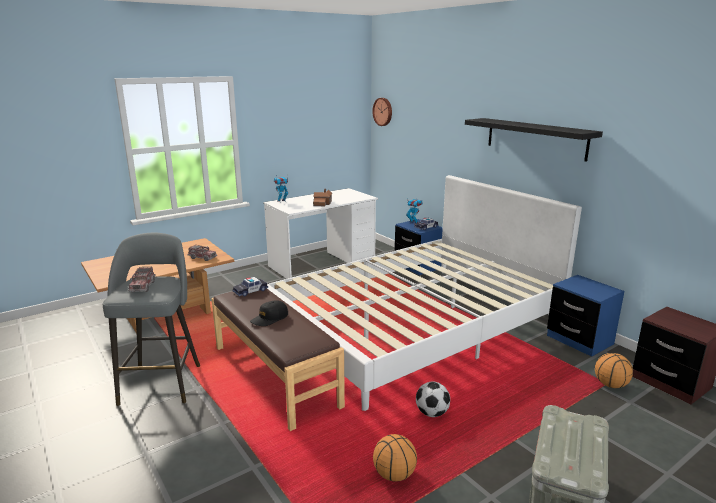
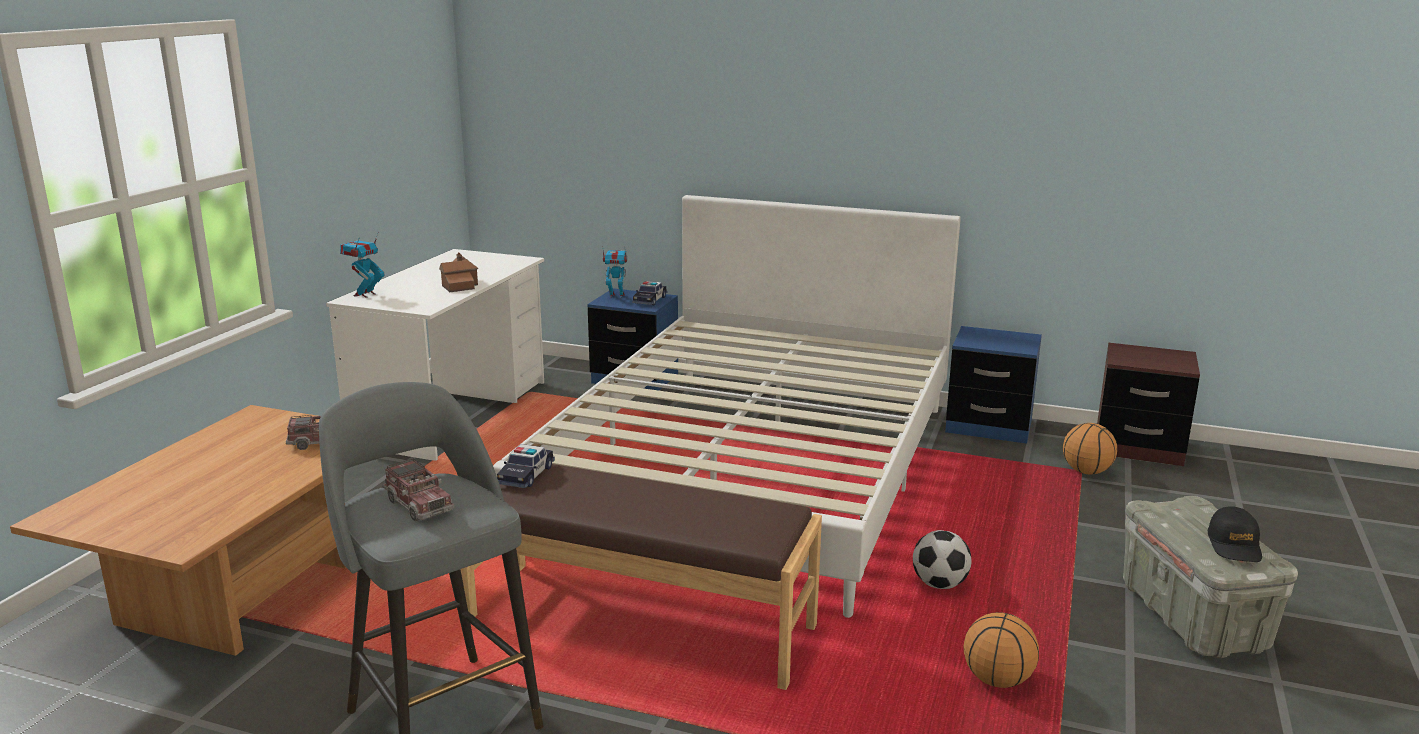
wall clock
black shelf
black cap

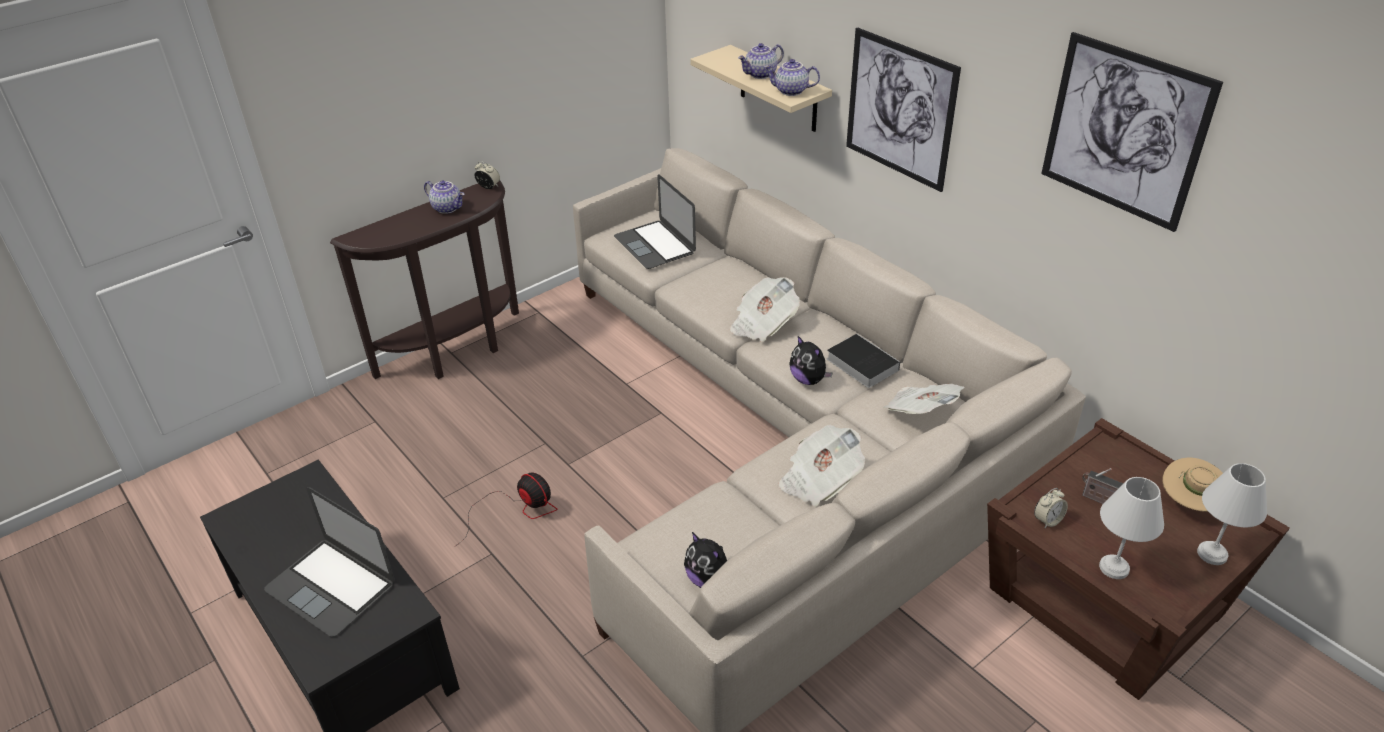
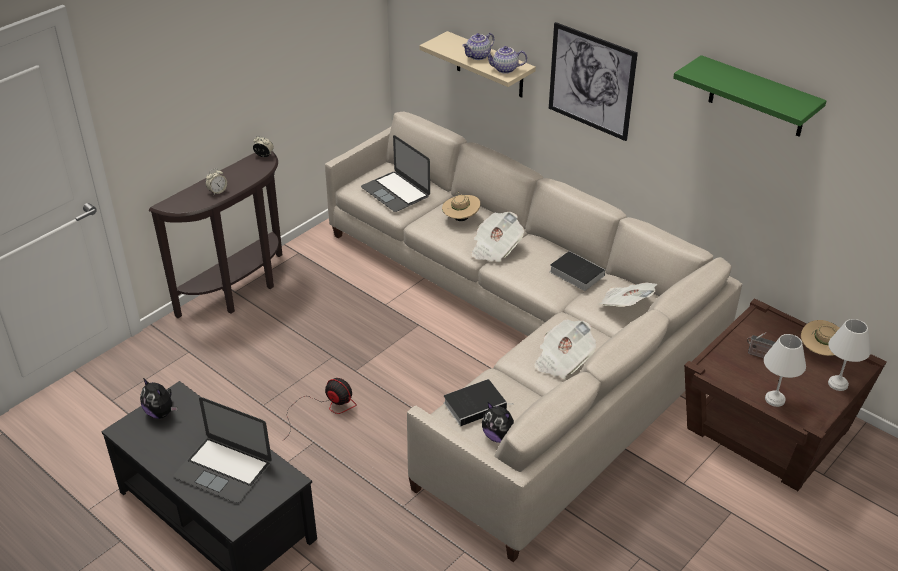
green shelf
teapot (no. 1 from left in the first image)
plush toy (no. 1 from left)
alarm clock (no. 1 from left)
beige hat (no. 1 from left)
book (no. 1 from left)

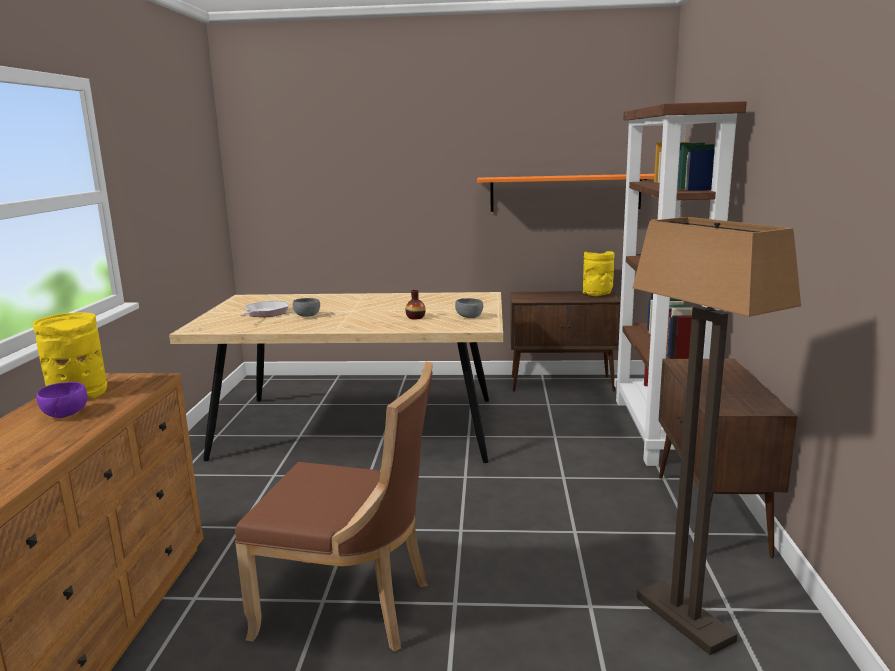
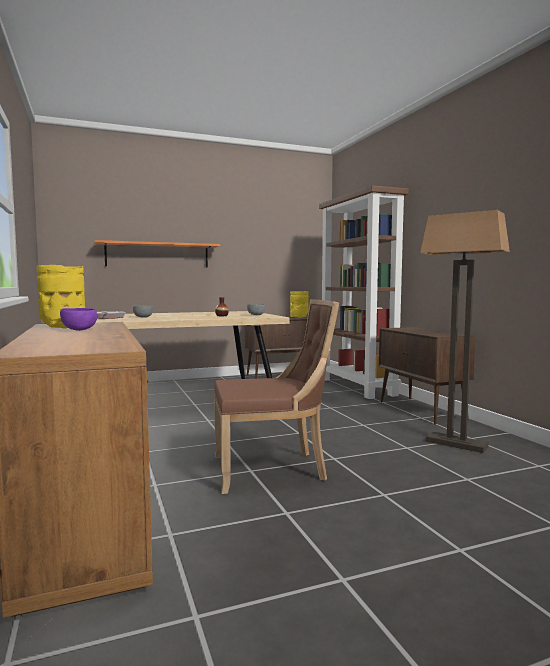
orange shelf

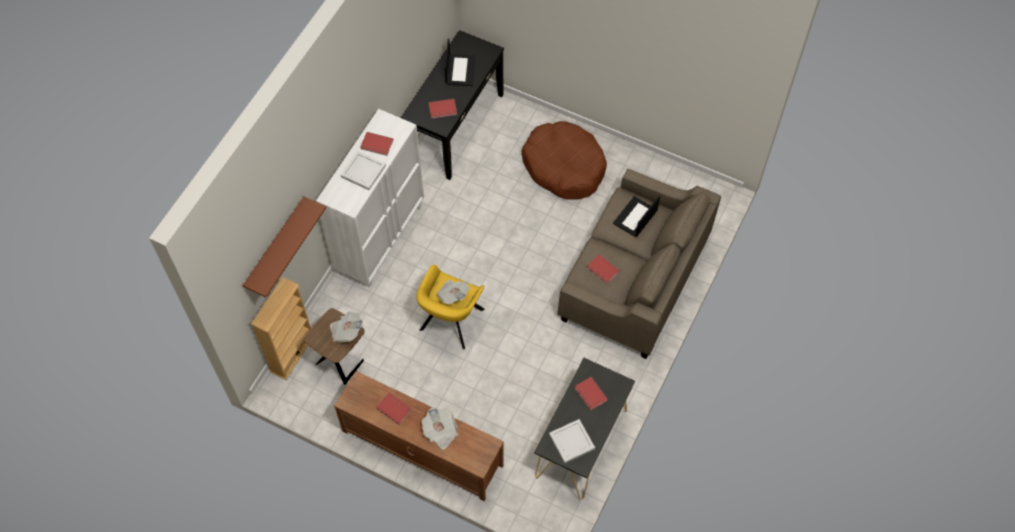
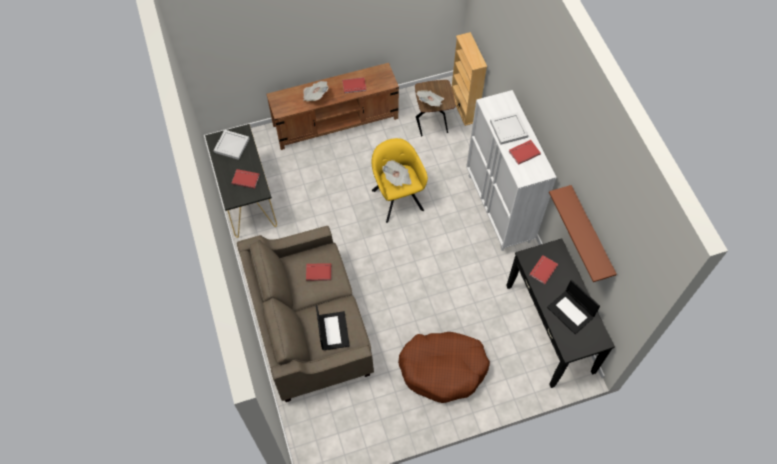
brown shelf

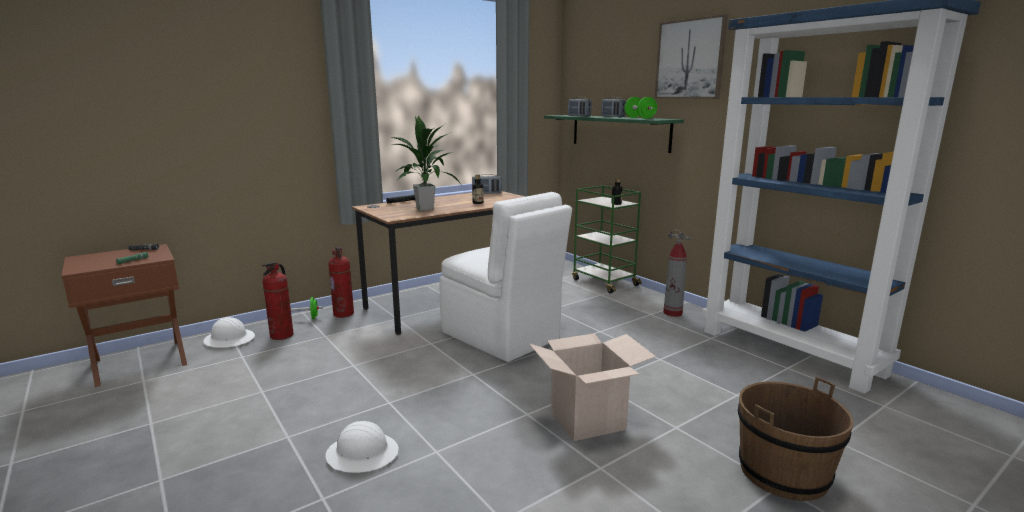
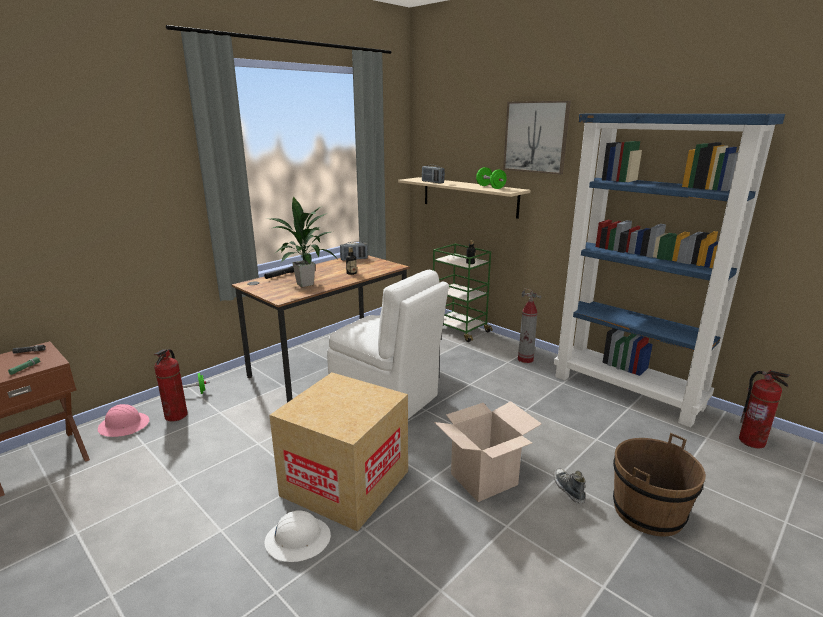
radio (no. 3 from left in the first image)
beige shelf
fire extinguisher (no. 3 from left)
pink hard hat
cardboard box (no. 1 from left)
shoe

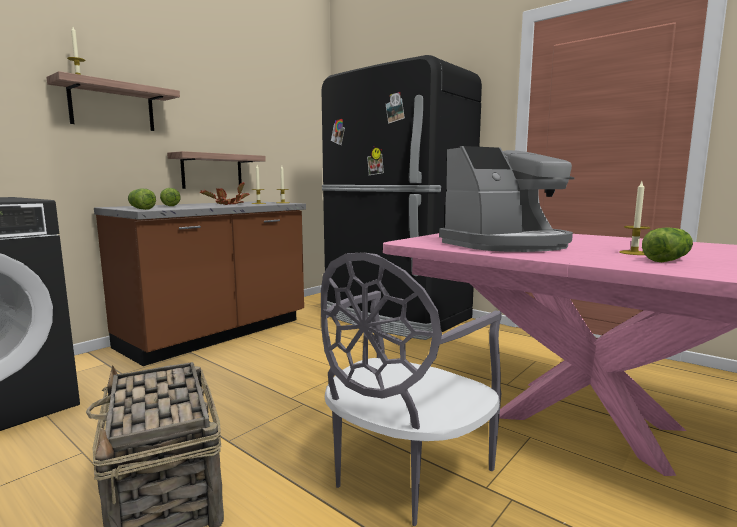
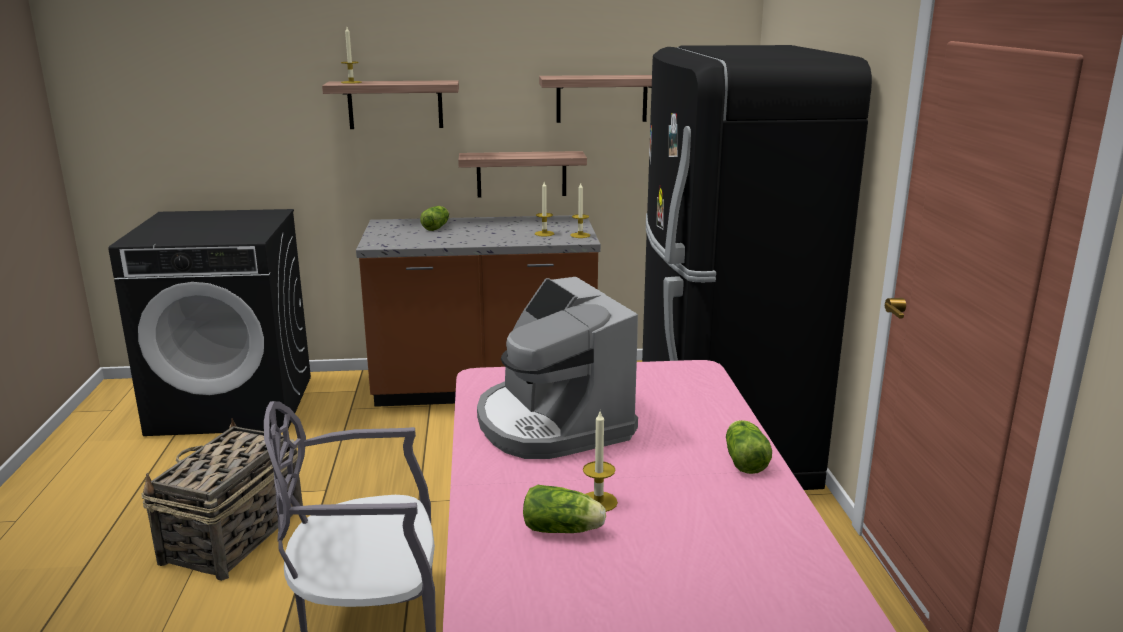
coffee machine
potted plant
lettuce (no. 3 from left)
shelf (no. 3 from left)

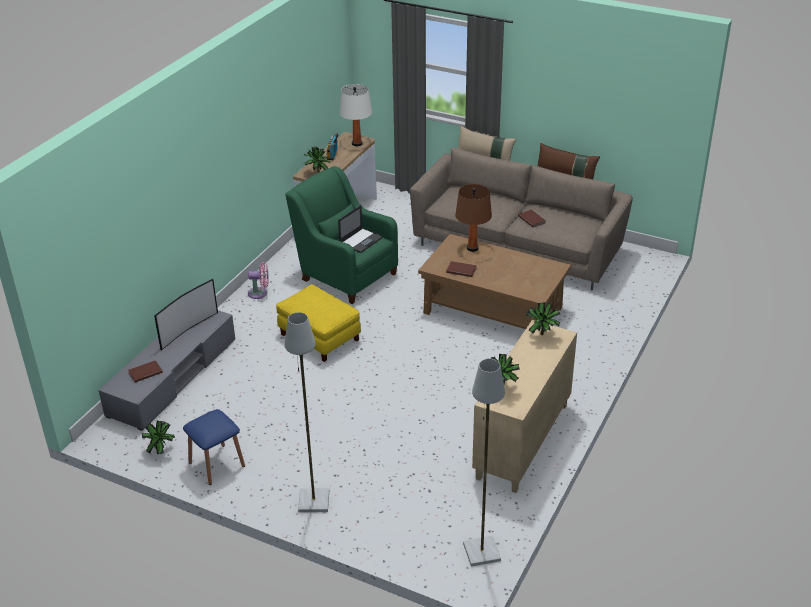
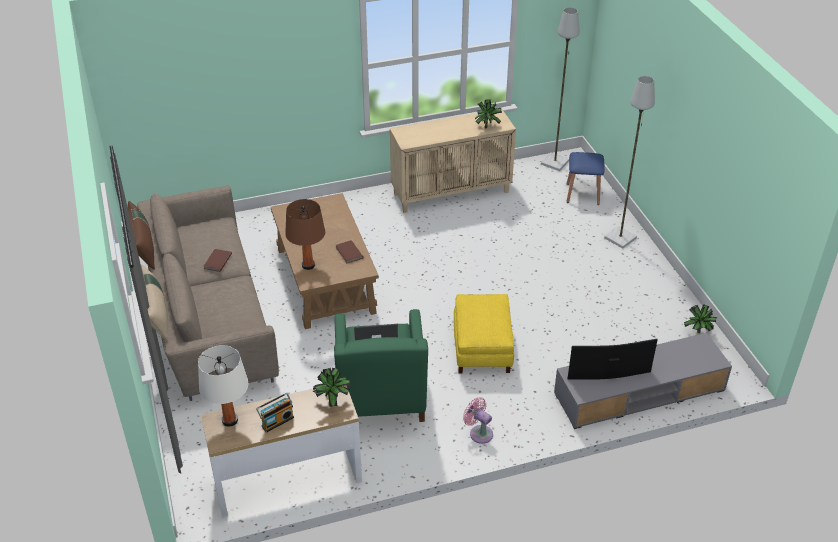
potted plant (no. 4 from left in the first image)
brown book (no. 1 from left in the first image)
blue stool

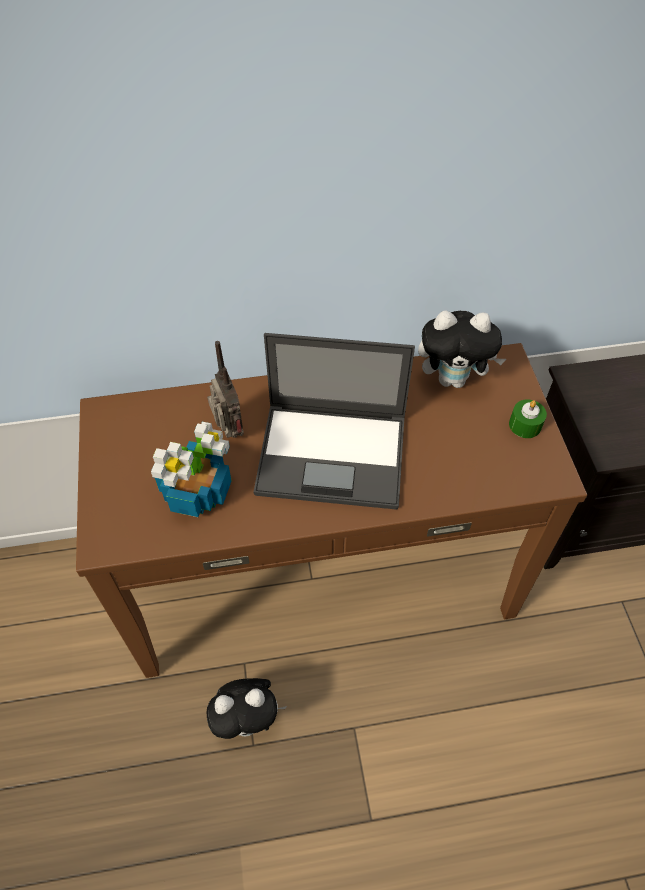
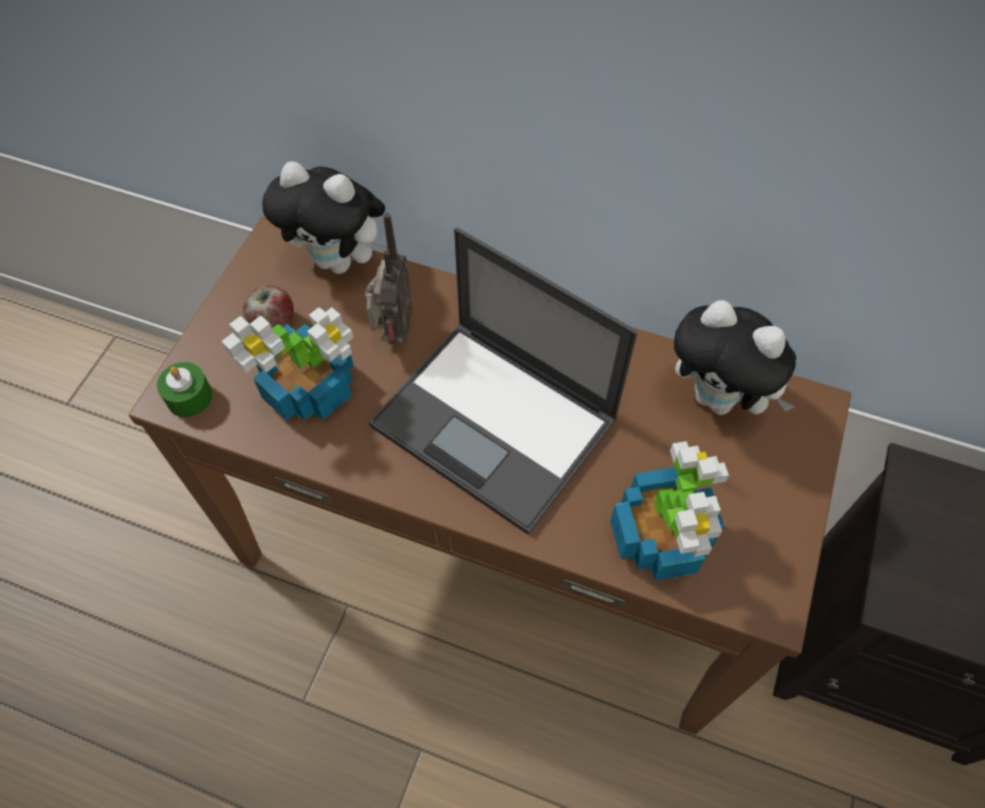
green candle
plush toy (no. 1 from left)
apple
potted plant (no. 2 from left)

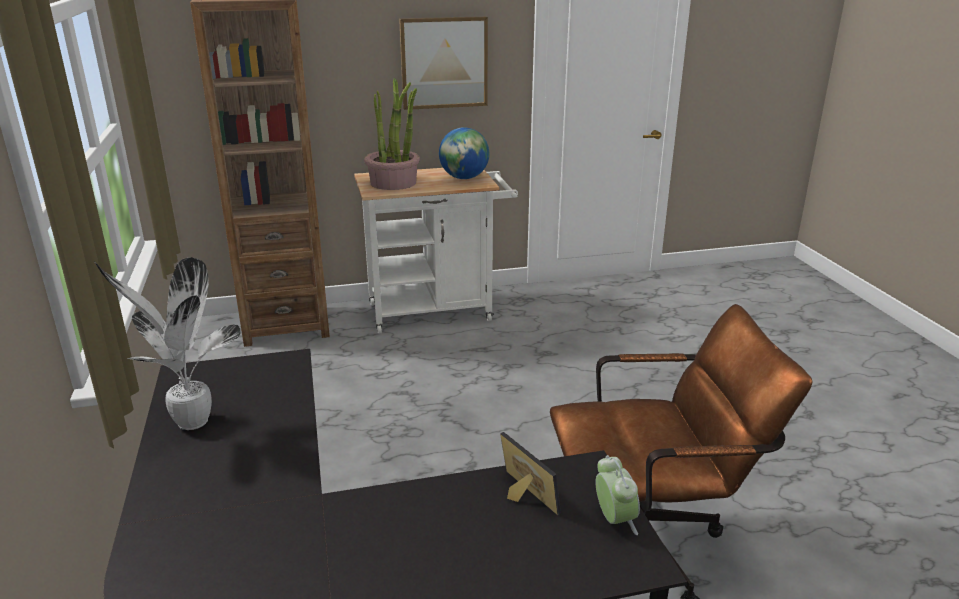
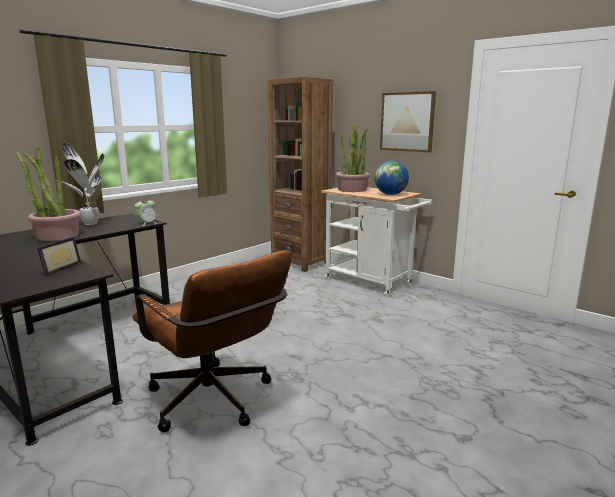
alarm clock
potted plant (no. 1 from left)

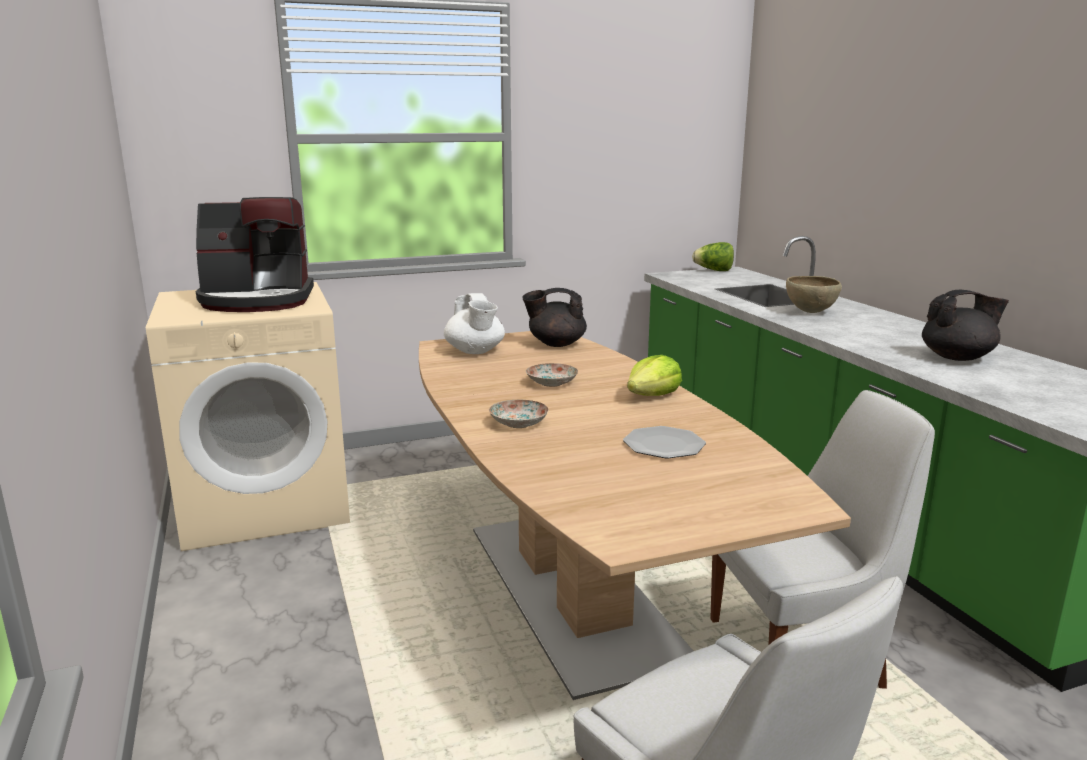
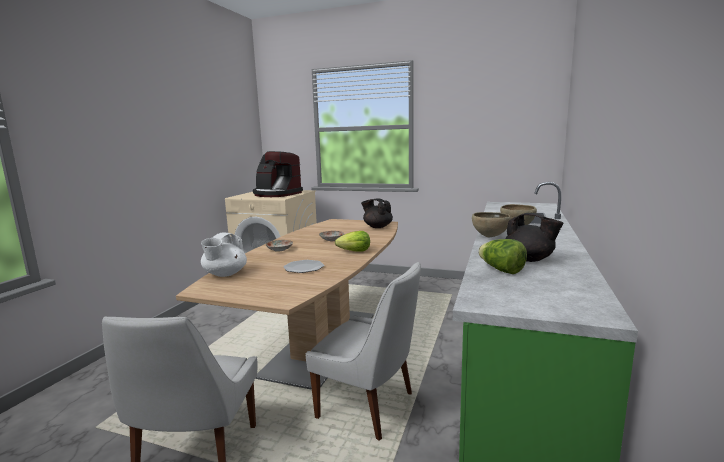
lettuce (no. 2 from left)
white teapot
brown bowl (no. 1 from left)

